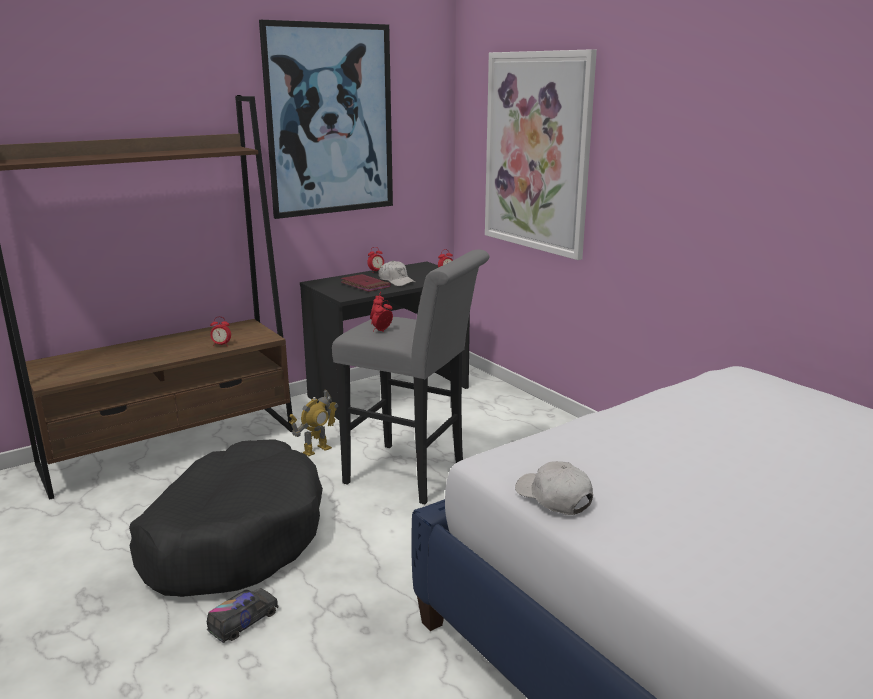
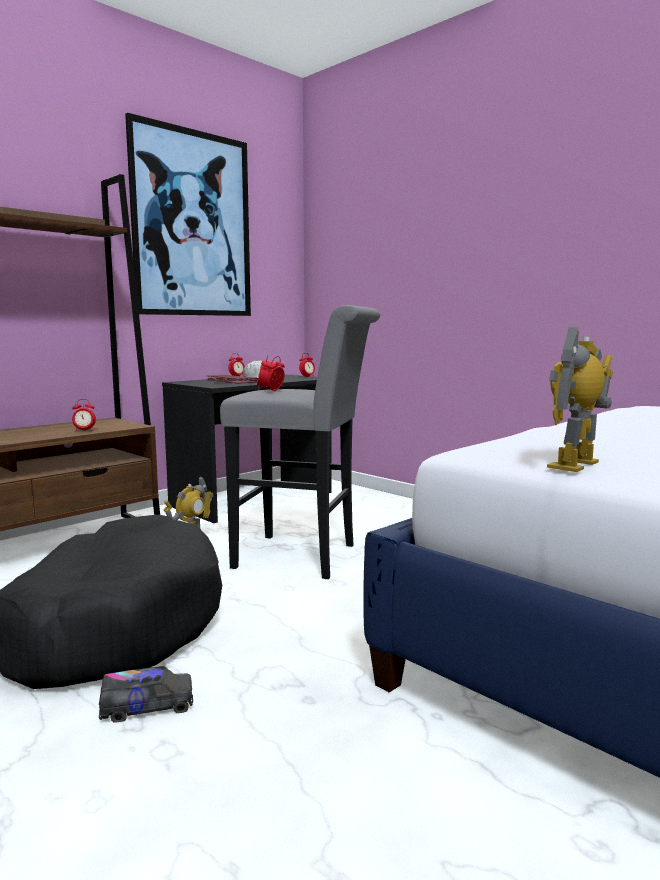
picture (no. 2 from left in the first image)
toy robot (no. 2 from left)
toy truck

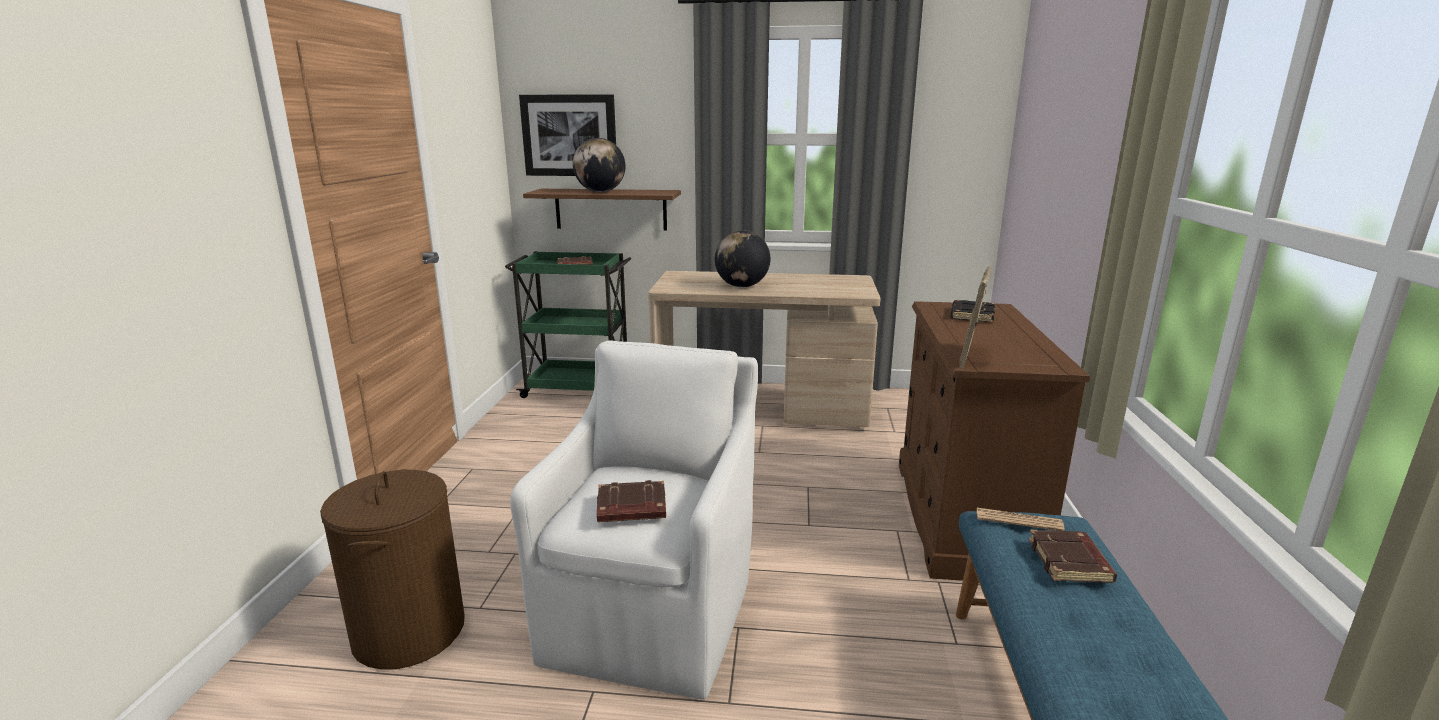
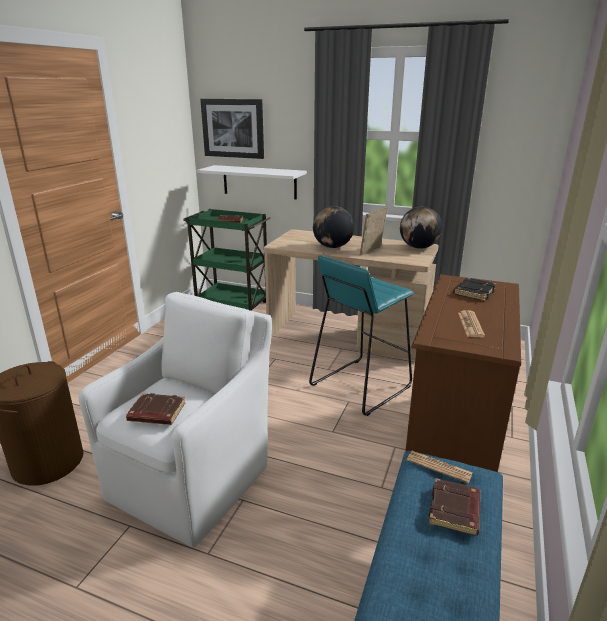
globe (no. 2 from left)
white shelf
picture frame
turquoise stool
newspaper (no. 2 from left)

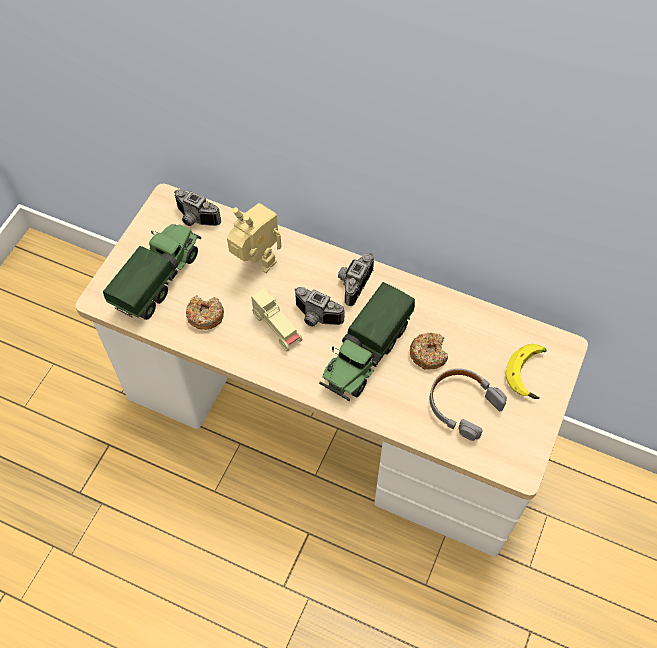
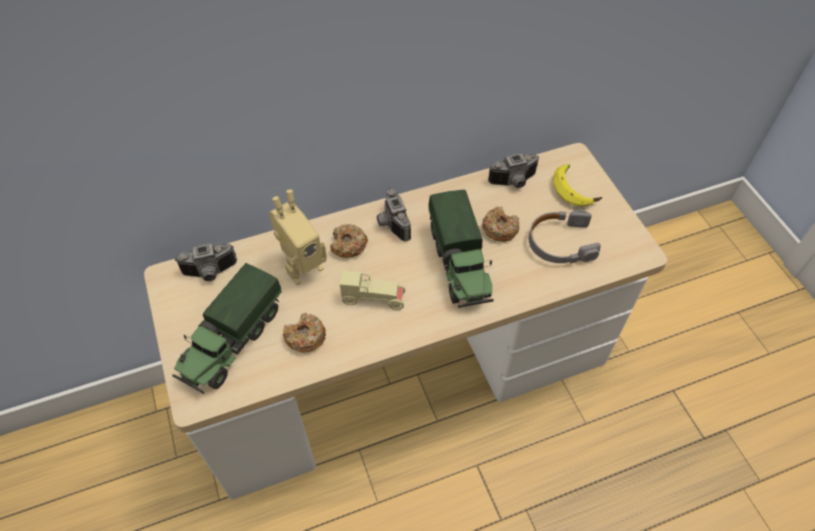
toy robot
toy truck (no. 1 from left)
photo camera (no. 3 from left)
donut (no. 2 from left)

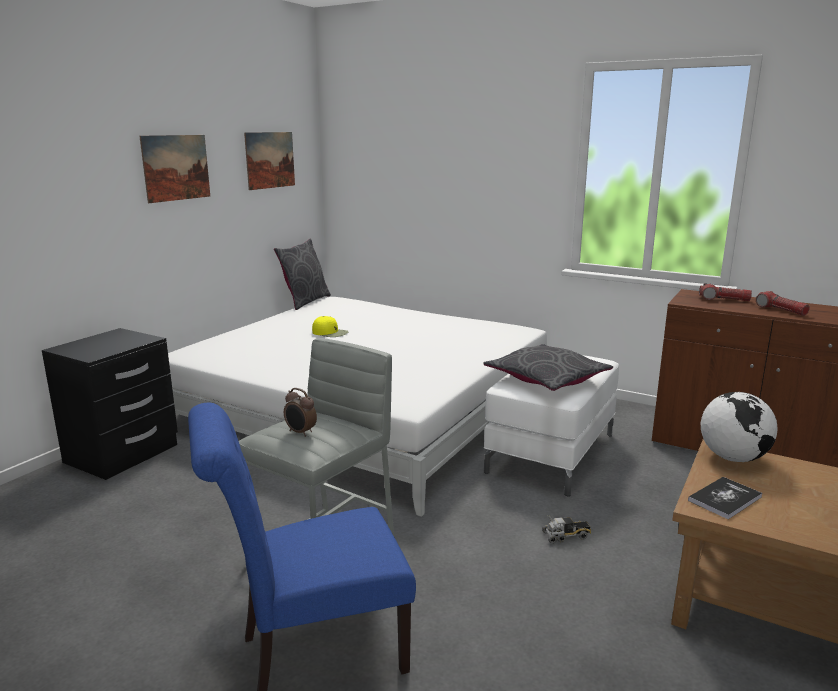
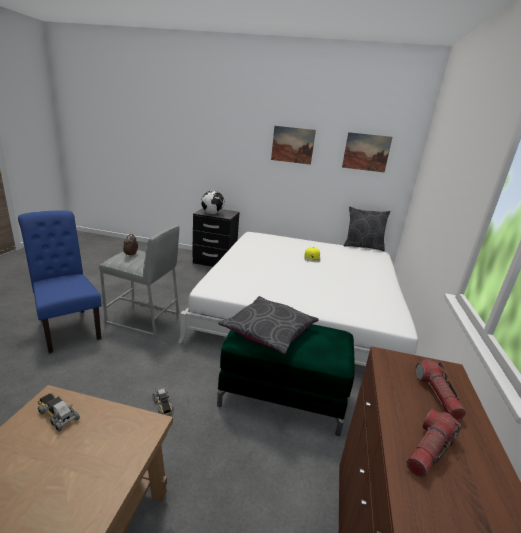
green ottoman
globe
toy truck (no. 1 from left)

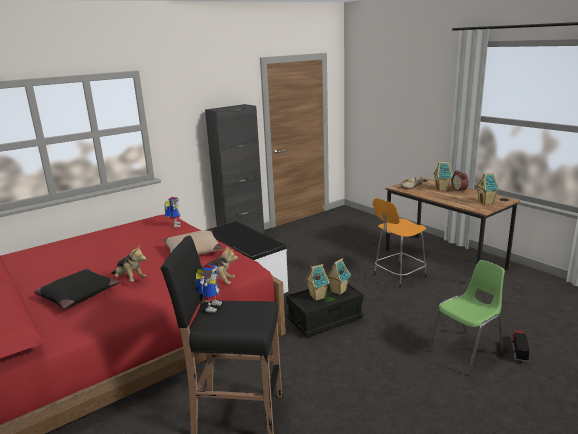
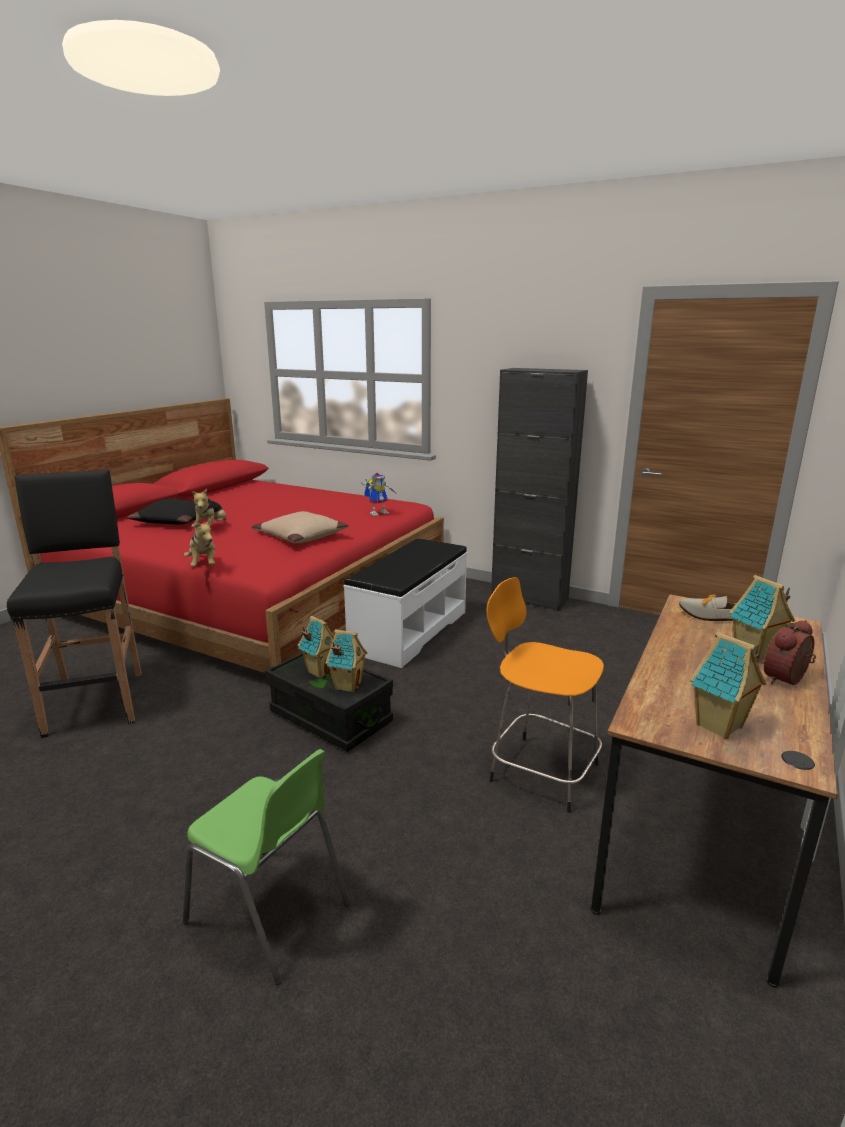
toy robot (no. 2 from left in the first image)
toy truck

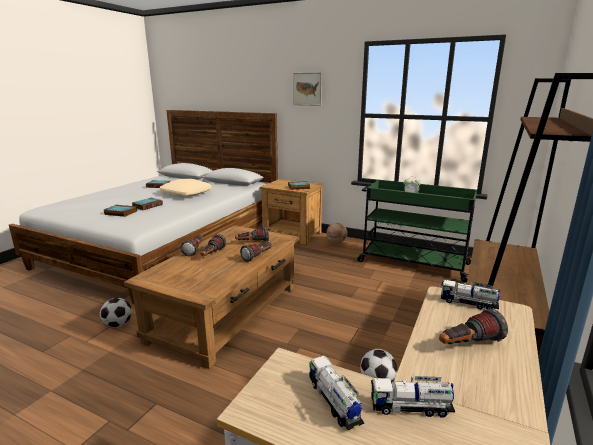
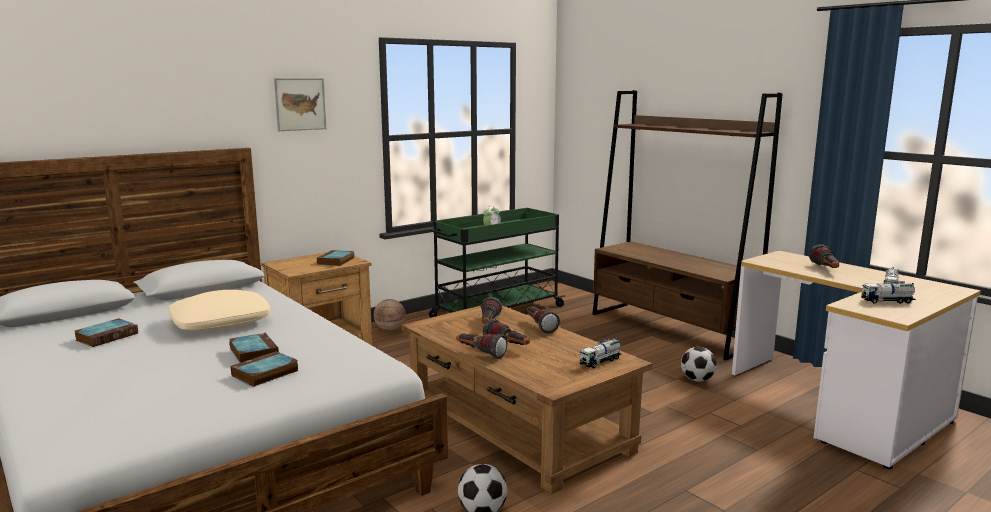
toy truck (no. 1 from left)

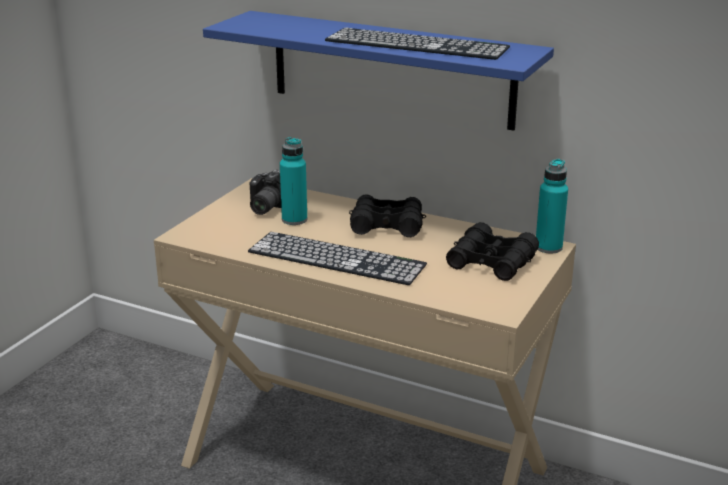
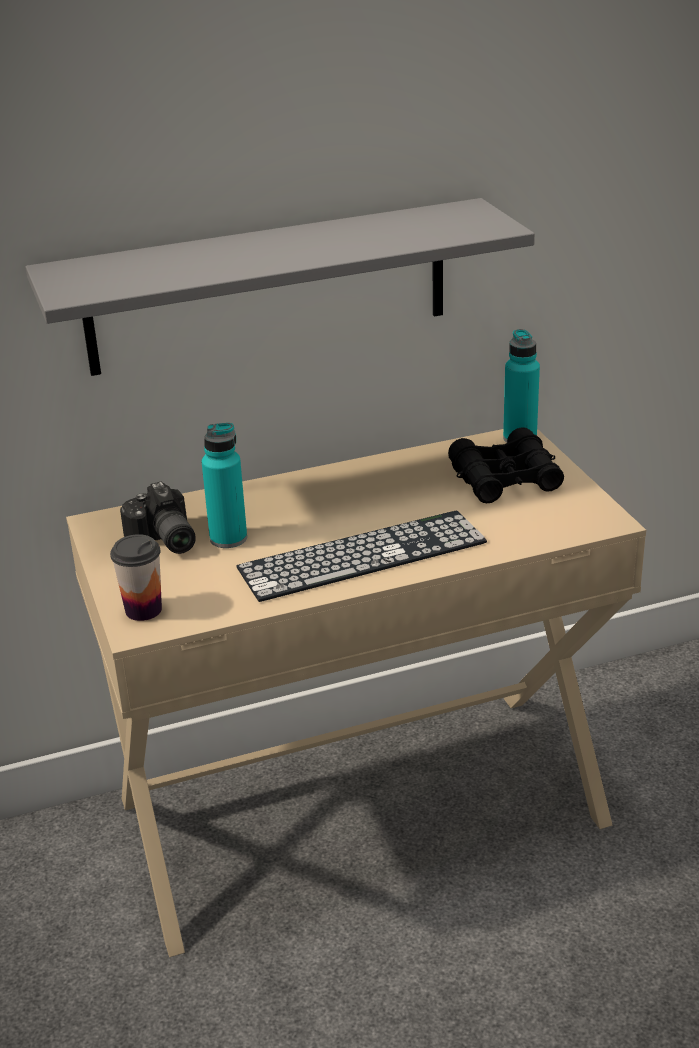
grey shelf
keyboard (no. 2 from left in the first image)
black binoculars (no. 1 from left in the first image)
cup

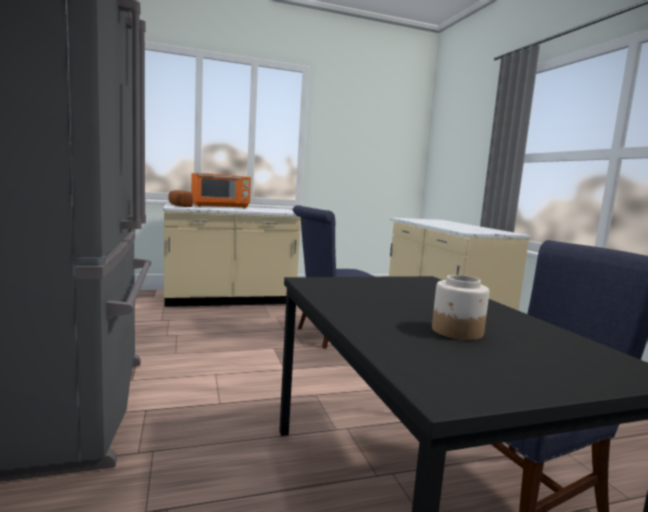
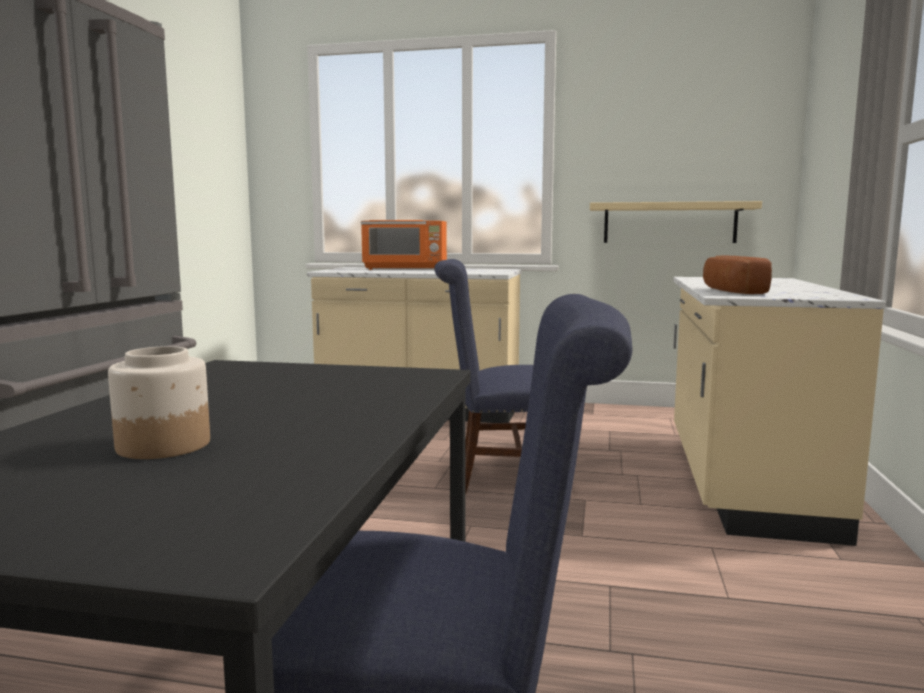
bread
beige shelf

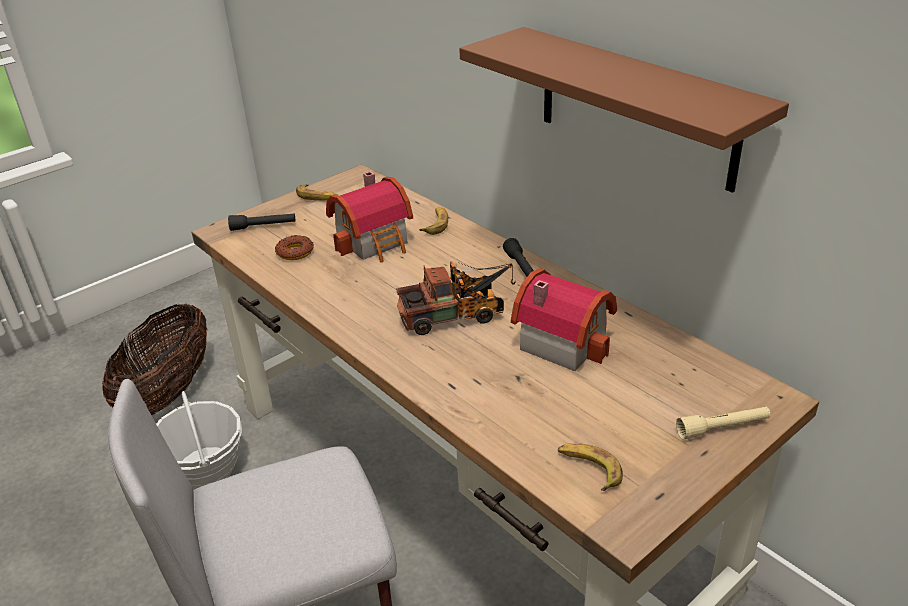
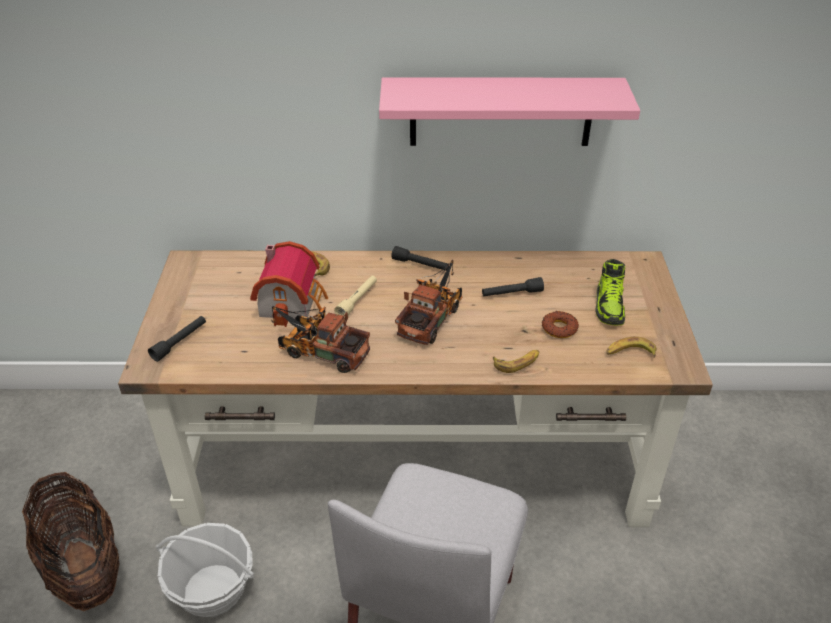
pink shelf
banana (no. 2 from left)
donut
black flashlight (no. 3 from left)
beige flashlight
shoe
toy truck (no. 1 from left)

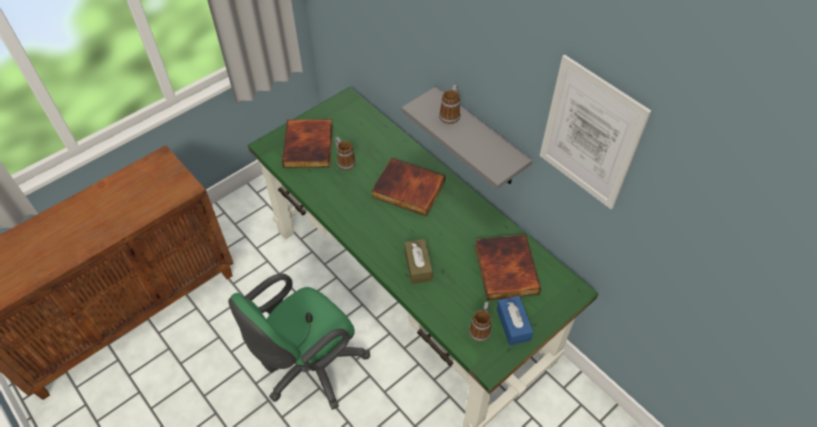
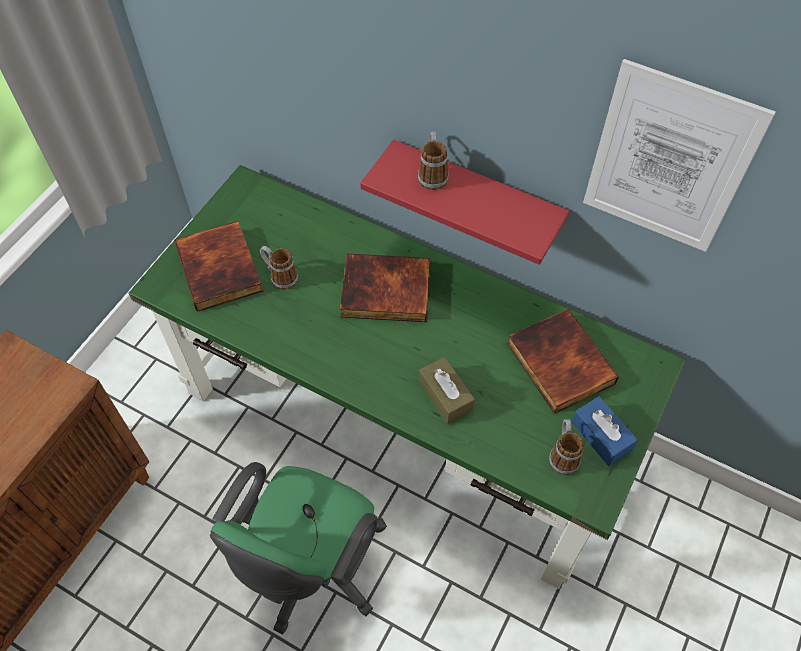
red shelf

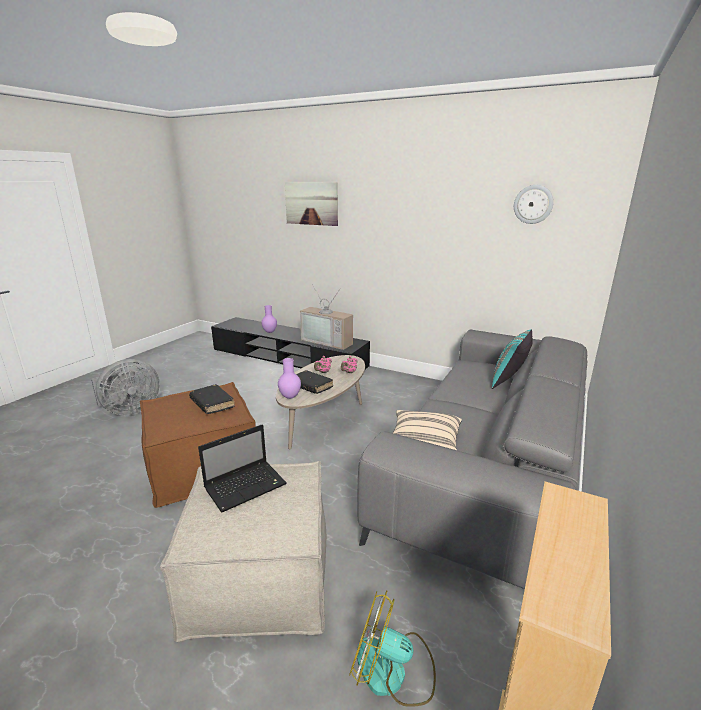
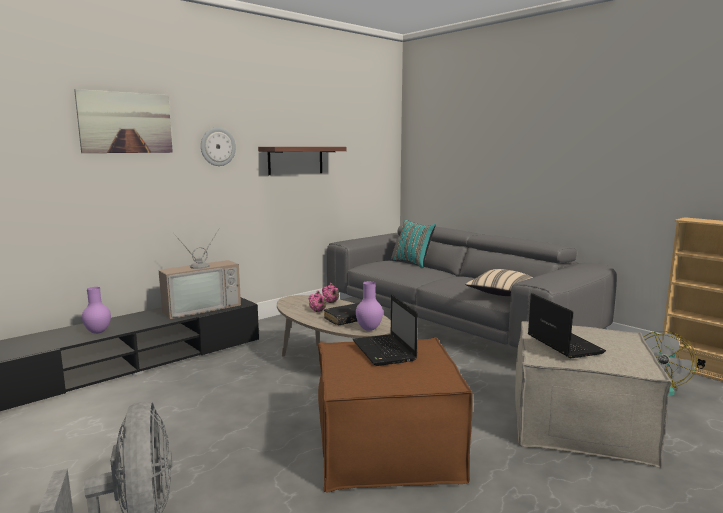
wall clock
laptop (no. 1 from left)
shelf

